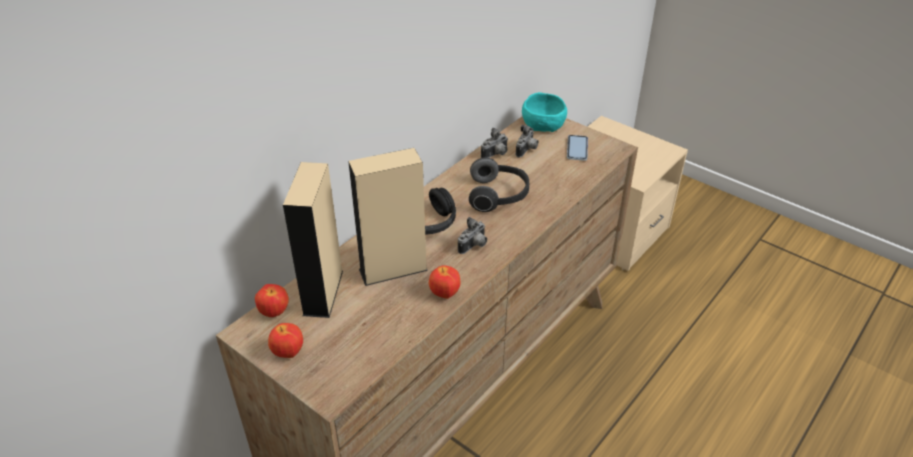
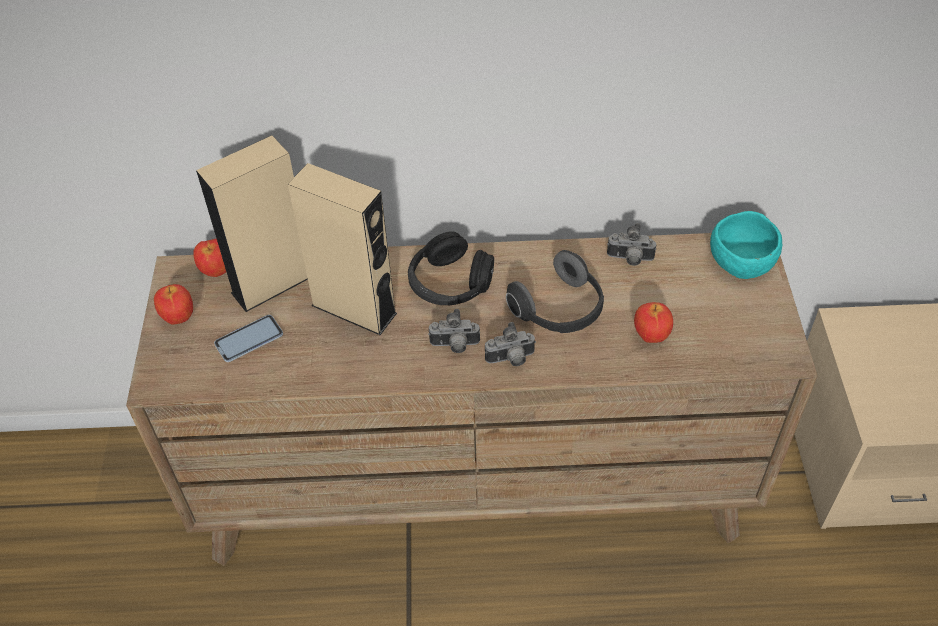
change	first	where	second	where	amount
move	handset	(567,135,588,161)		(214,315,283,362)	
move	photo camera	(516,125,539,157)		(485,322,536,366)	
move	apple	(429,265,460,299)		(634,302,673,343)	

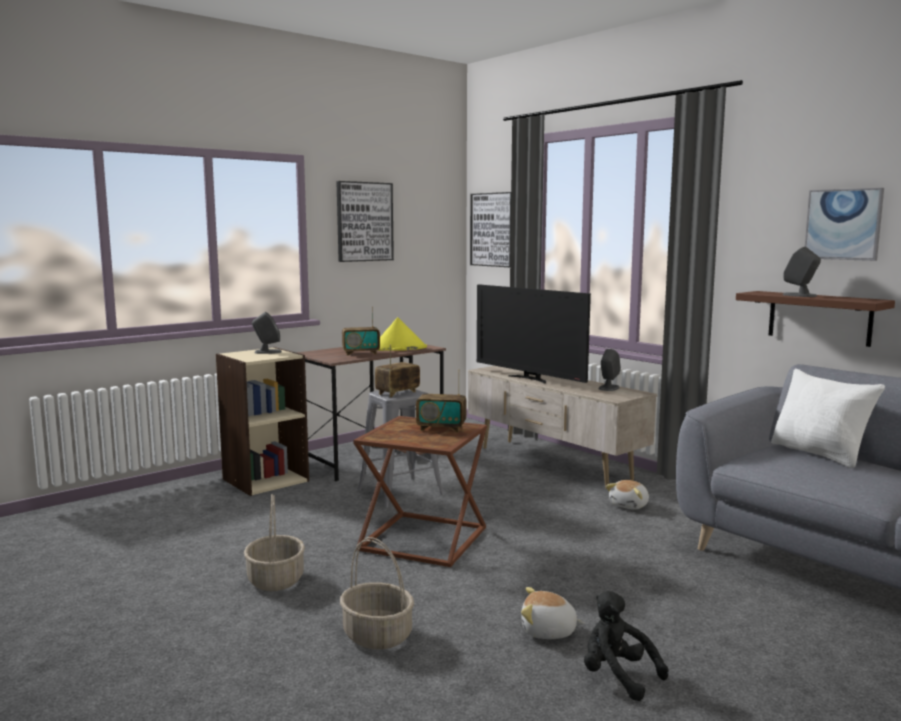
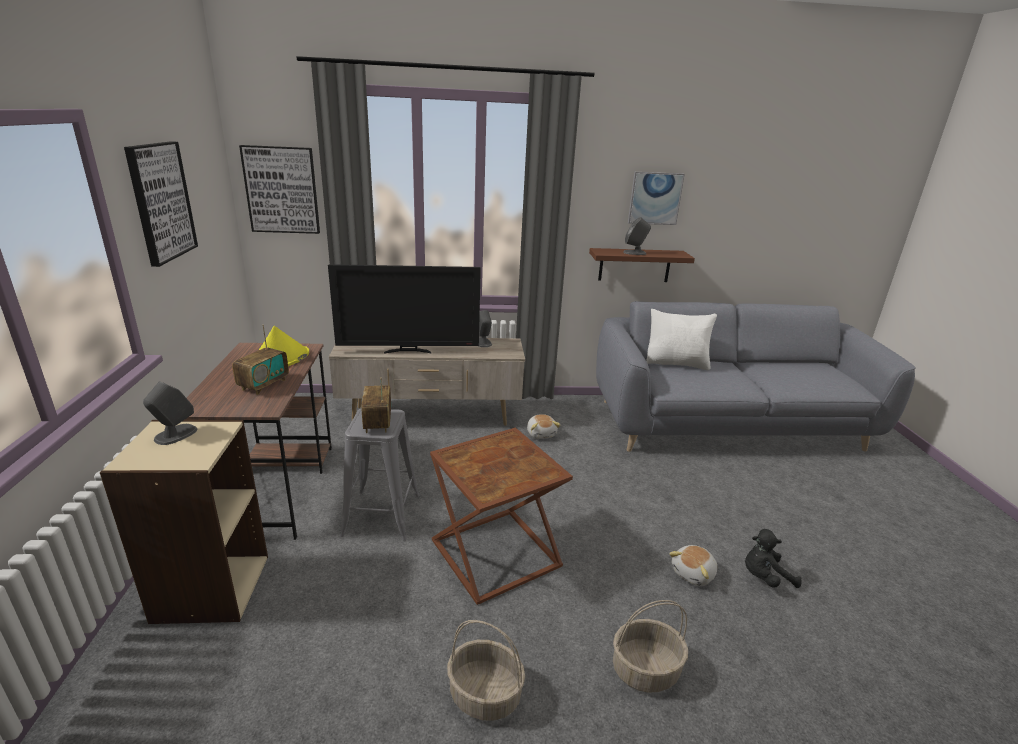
change	first	where	second	where	amount
delete	radio	(416,369,466,433)			

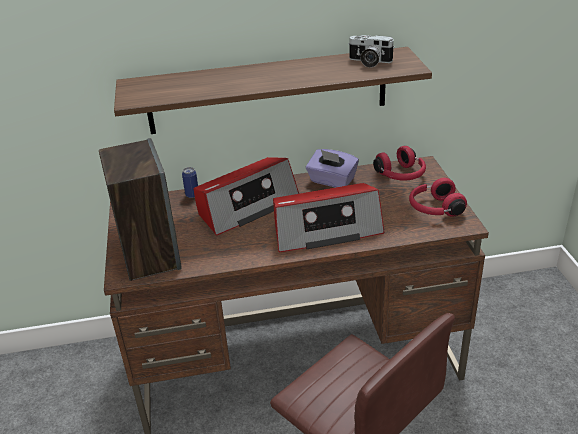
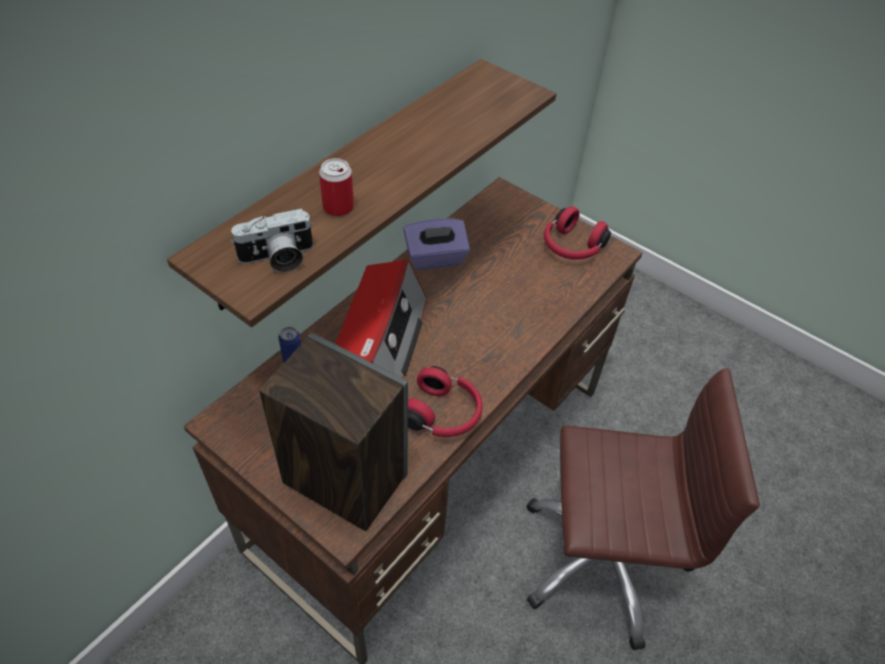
change	first	where	second	where	amount
move	photo camera	(348,35,394,68)		(230,208,313,273)	
insert			metal can	(319,158,354,217)	
move	headphones in red	(373,146,426,181)		(408,366,483,437)	
delete	radio	(273,183,385,252)			

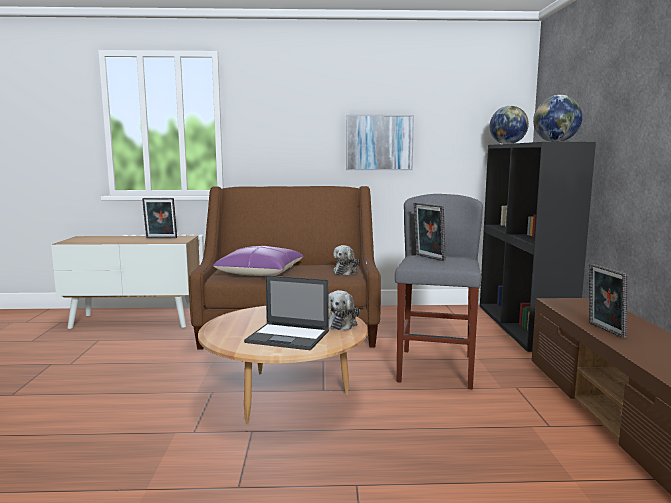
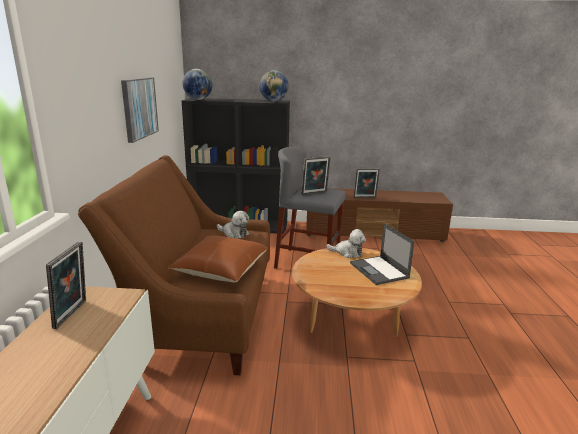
change	first	where	second	where	amount
recolor	cushion in purplish	(213,246,303,276)	cushion in brownish	(168,235,268,282)	
rotate	laptop	(244,275,329,350)		(350,223,415,285)	135 degrees clockwise

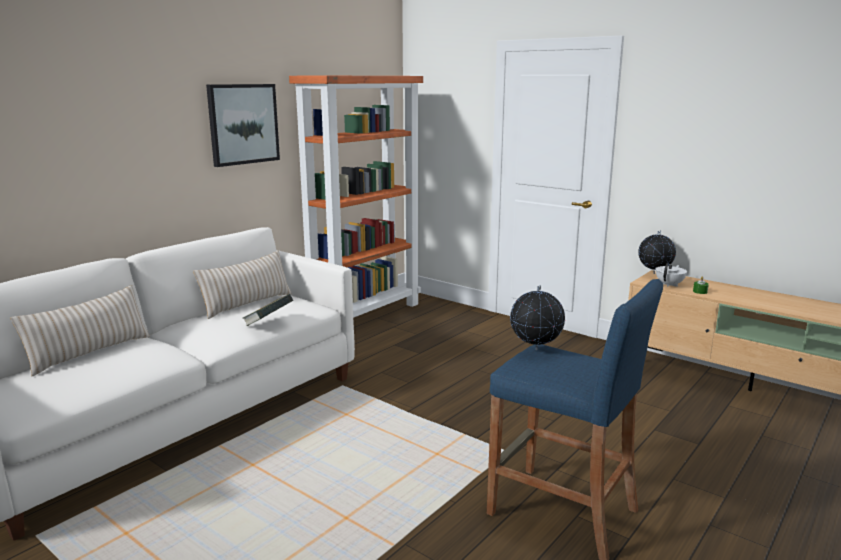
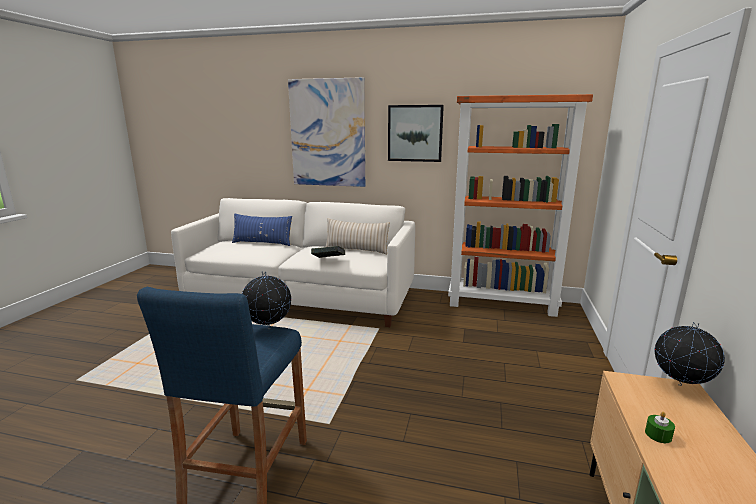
change	first	where	second	where	amount
recolor	cushion in sand-coloured	(10,285,150,376)	cushion in bluish	(232,214,292,246)	
insert			wall picture	(288,77,365,187)	
delete	pot for tea in whitish	(655,263,687,287)			

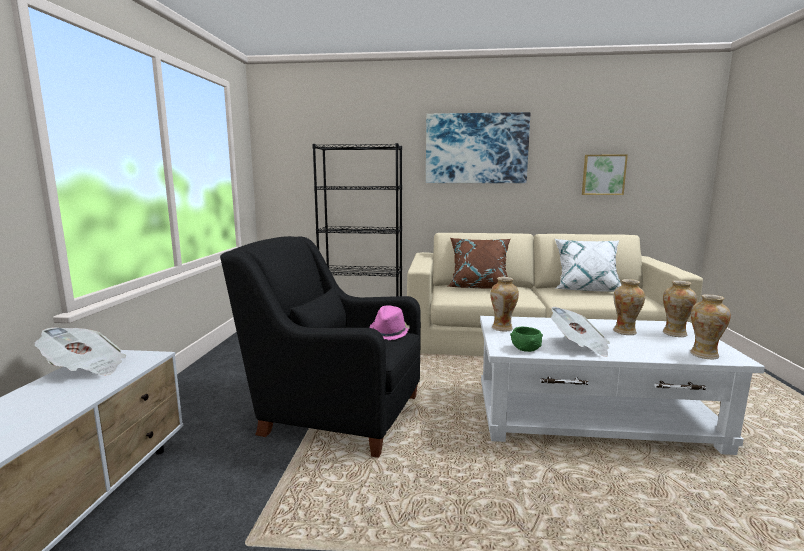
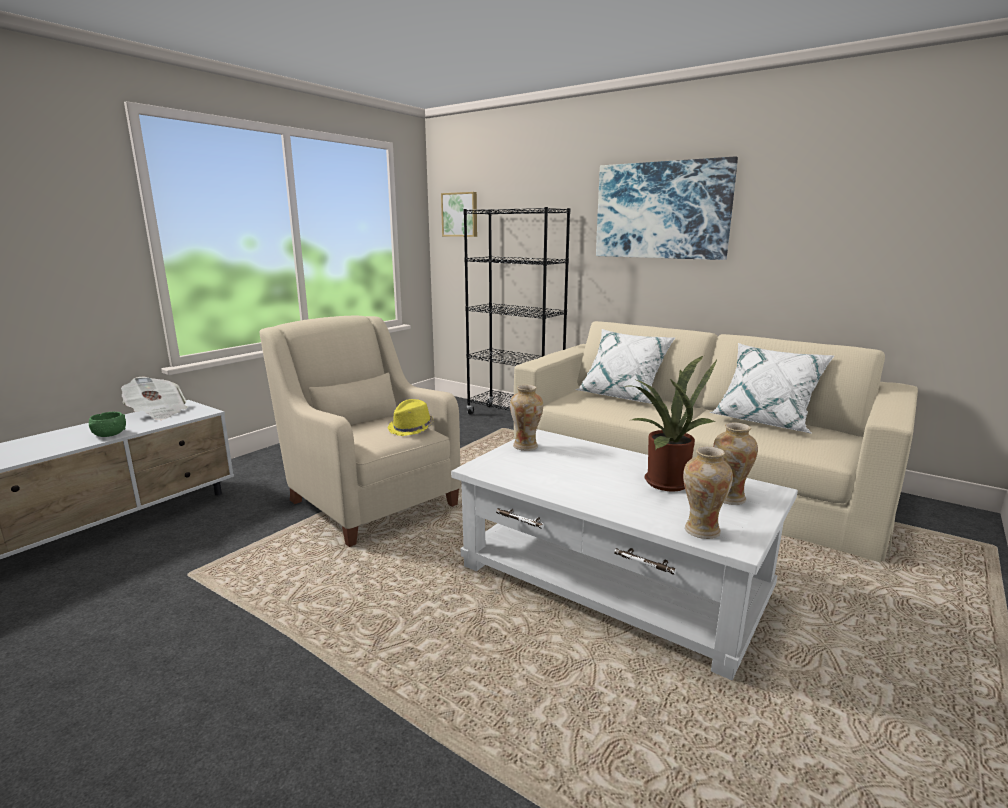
change	first	where	second	where	amount
move	serving bowl in greenish	(510,327,543,352)		(89,412,126,437)	
recolor	lounge chair in black-coloured	(220,236,421,458)	lounge chair in sand-coloured	(260,316,461,547)	
recolor	hat in pinkish	(369,306,410,340)	hat in yellowish	(388,399,434,436)	
move	wall picture	(582,154,628,195)		(441,192,477,237)	
recolor	cushion in brownish	(448,238,510,289)	cushion in whitish	(576,329,676,404)	
replace	flower vase	(613,279,645,335)	plant in a pot	(624,356,717,491)	
delete	newspaper	(551,307,610,357)			

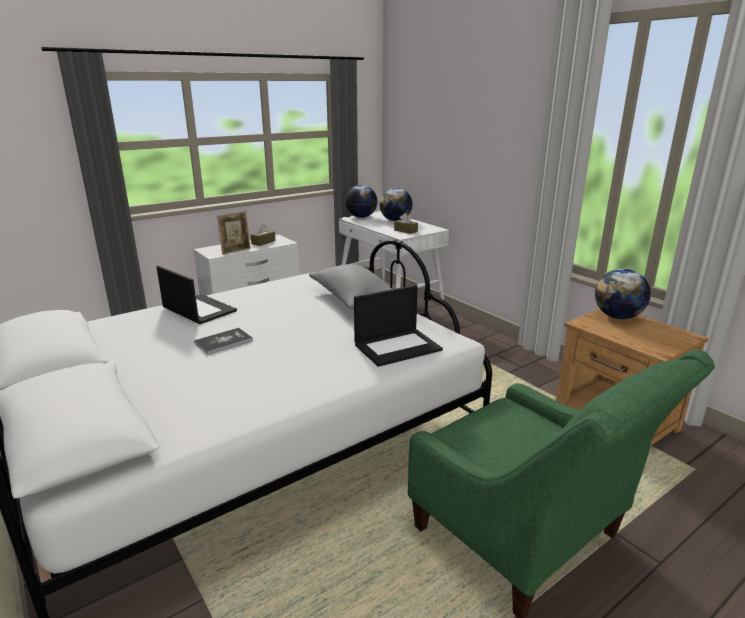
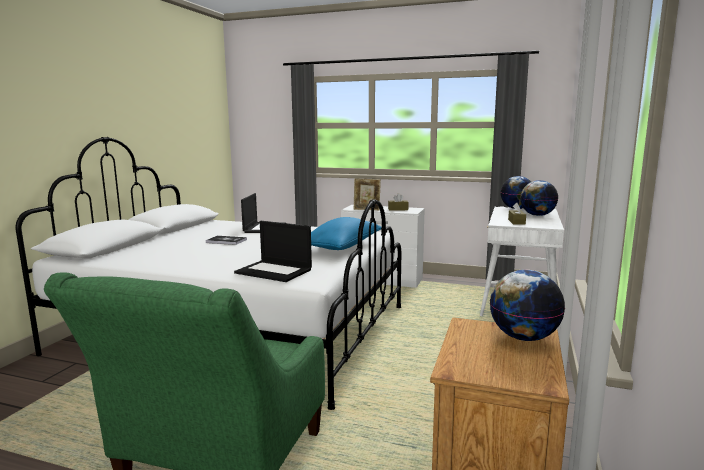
change	first	where	second	where	amount
recolor	cushion in grey	(309,264,392,309)	cushion in bluish	(311,217,381,250)	

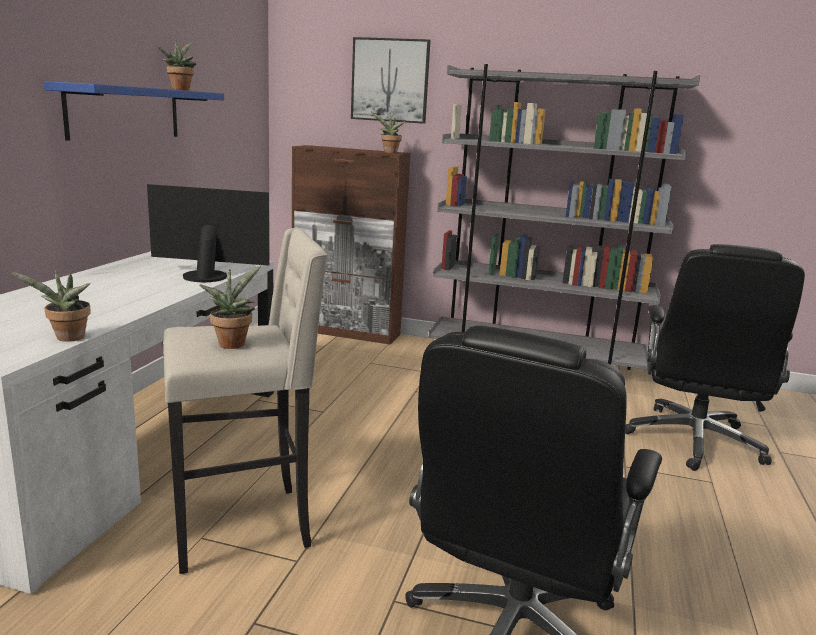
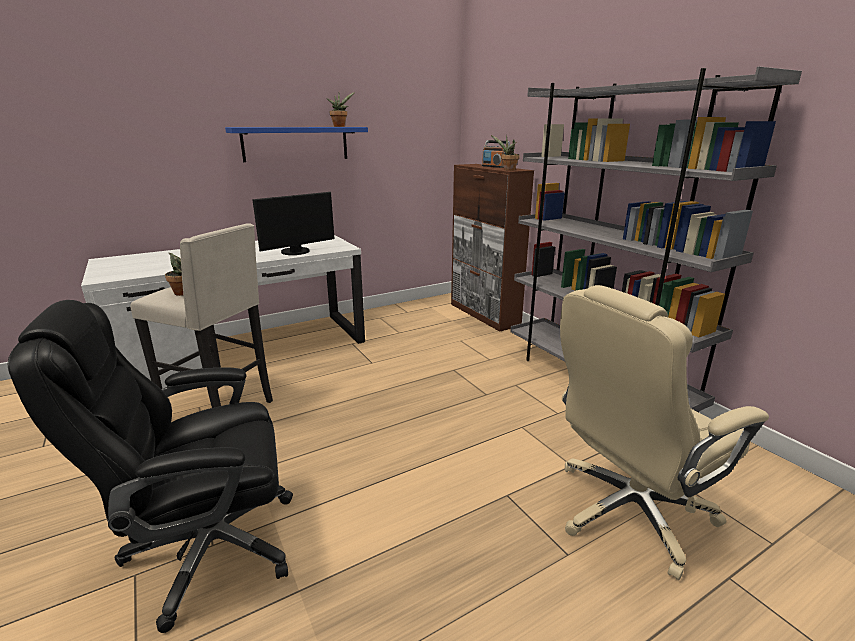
change	first	where	second	where	amount
rotate	computer display	(147,184,269,282)		(252,192,335,255)	90 degrees clockwise
insert			radio	(482,140,510,168)	
recolor	desk chair in black-coloured	(625,244,805,471)	desk chair in sand-coloured	(560,285,769,580)	
delete	plant in a pot	(10,268,91,342)			
delete	wall picture	(351,37,431,124)			

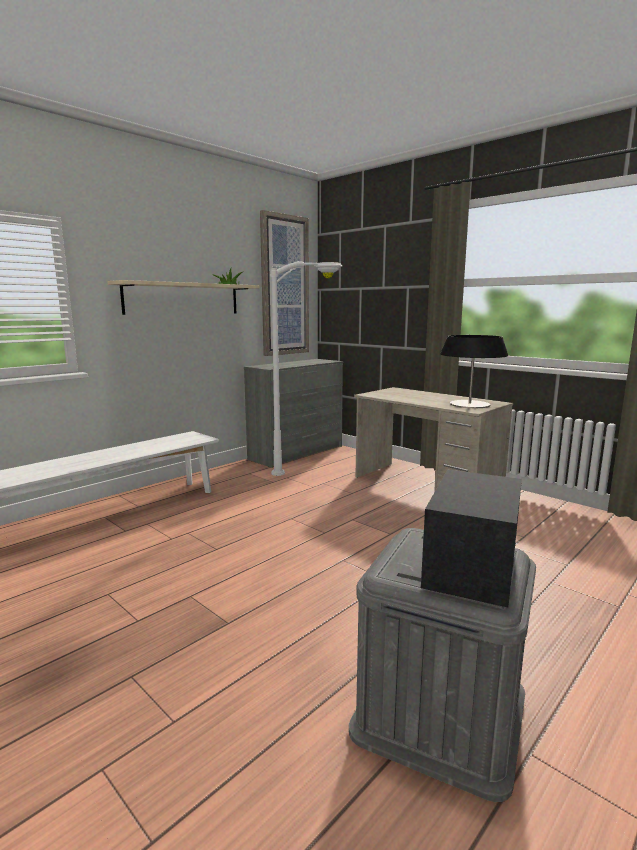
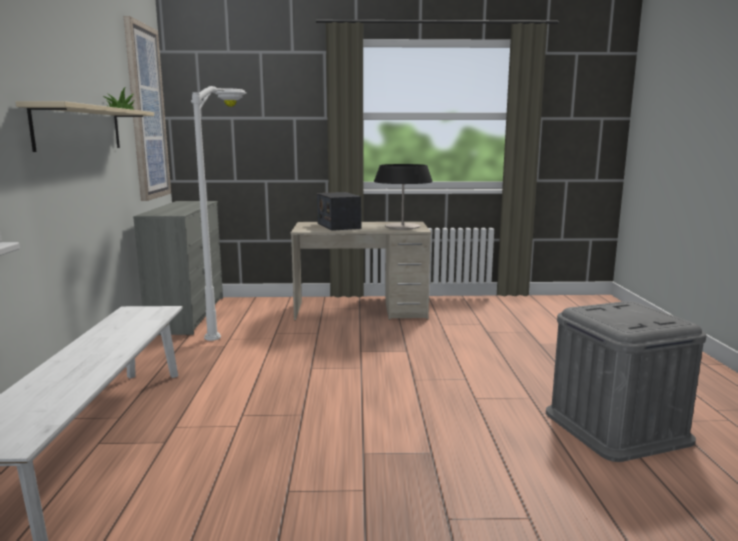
change	first	where	second	where	amount
move	radio	(421,470,522,607)		(317,192,361,231)	

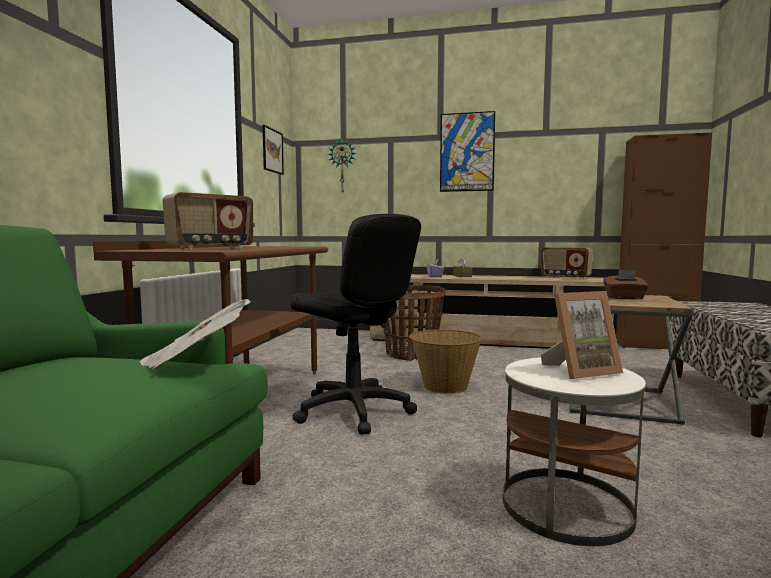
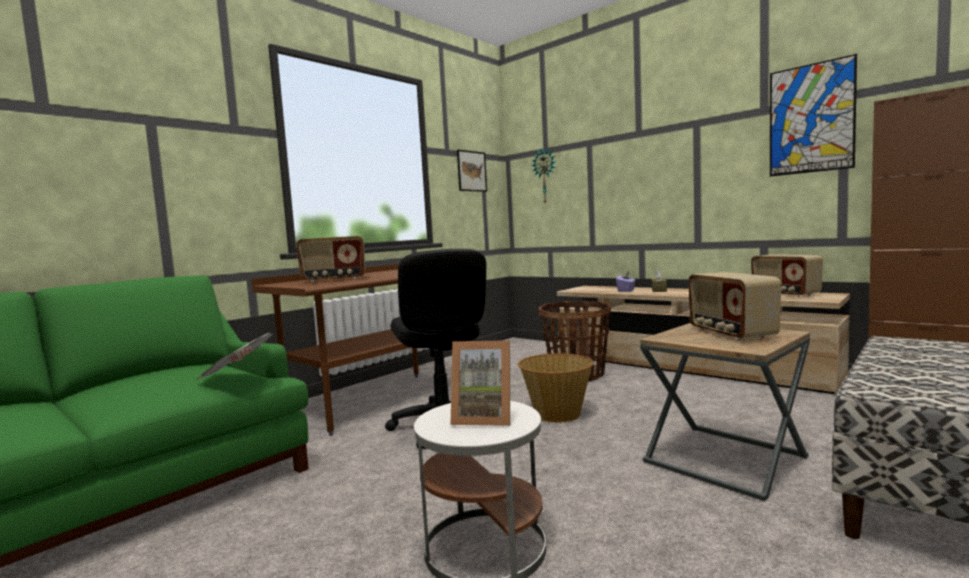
change	first	where	second	where	amount
replace	tissue holder in brownish	(603,270,649,299)	radio	(689,272,781,341)	
move	wall picture	(440,111,495,192)		(770,54,857,177)	

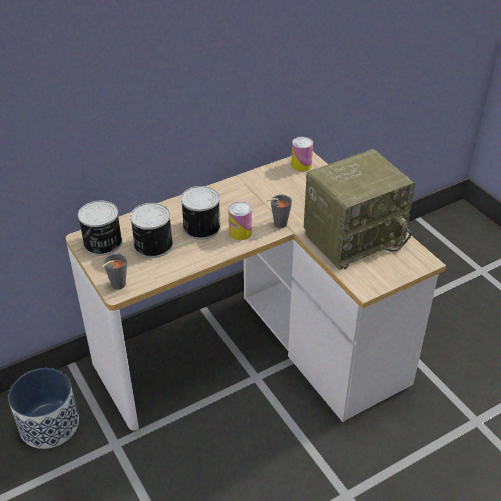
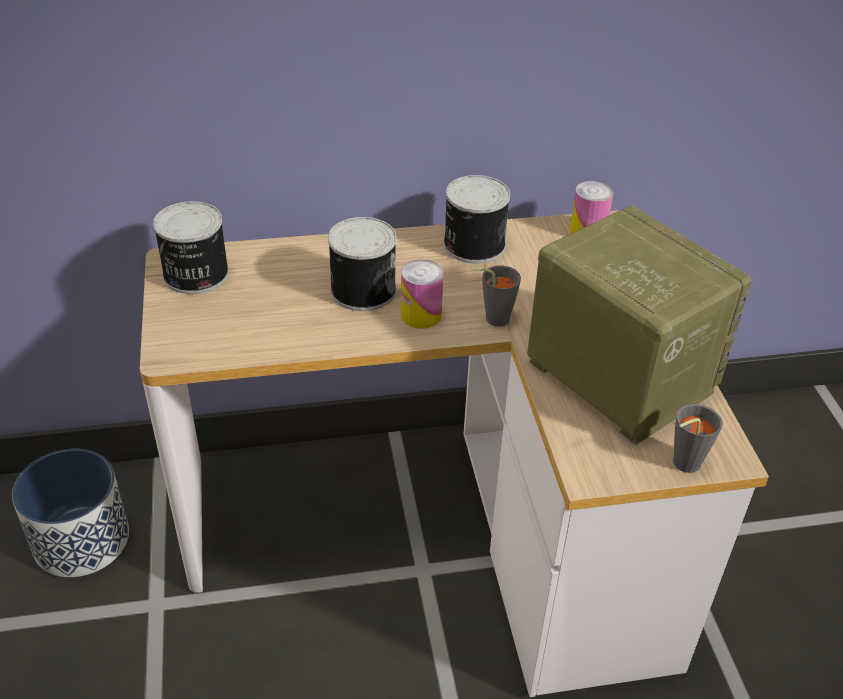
change	first	where	second	where	amount
move	metal can	(130,203,173,258)		(444,175,510,264)	
rotate	radio	(304,149,415,270)		(527,206,752,445)	120 degrees counterclockwise
move	small cup in grey	(102,253,127,289)		(673,404,723,473)	

